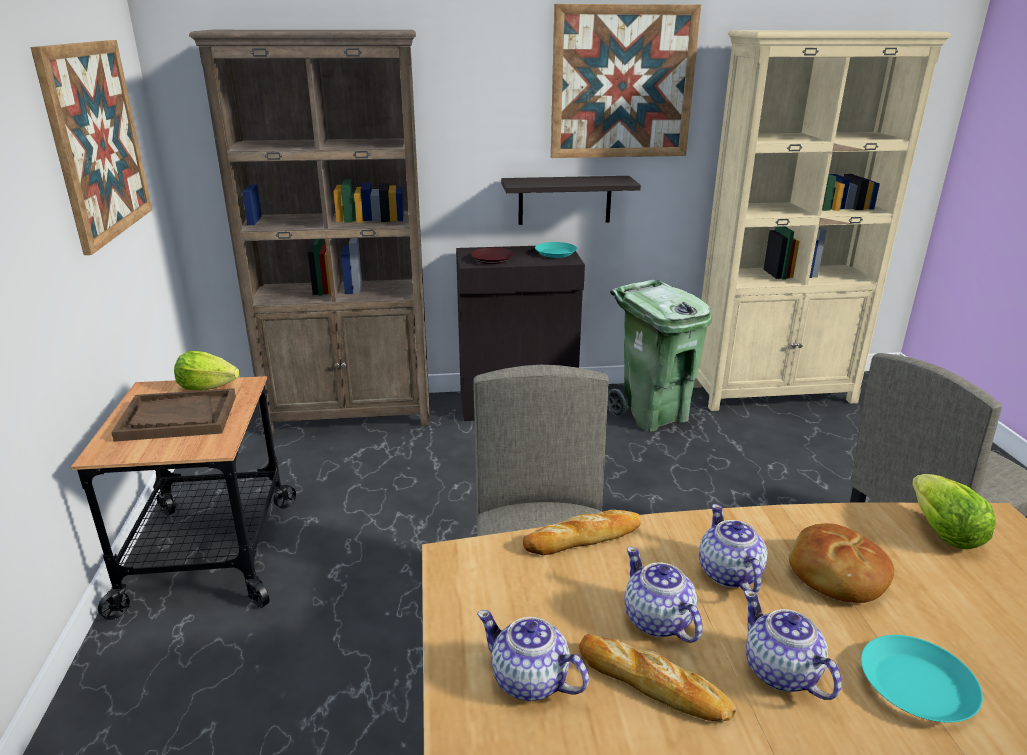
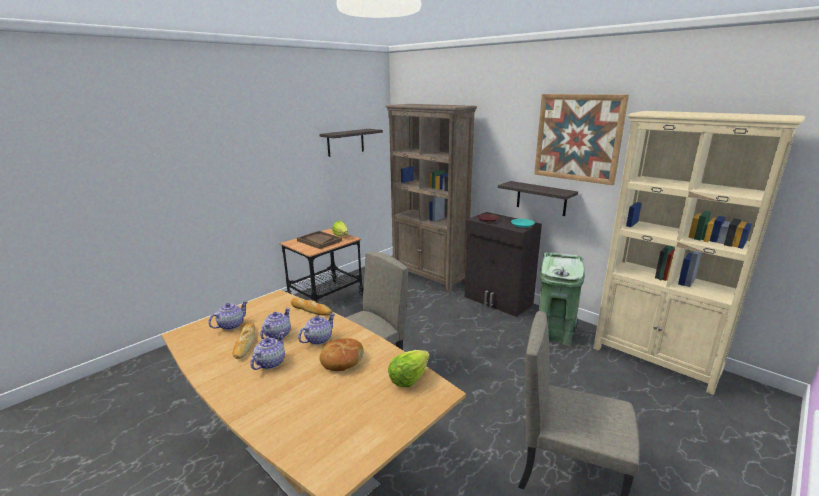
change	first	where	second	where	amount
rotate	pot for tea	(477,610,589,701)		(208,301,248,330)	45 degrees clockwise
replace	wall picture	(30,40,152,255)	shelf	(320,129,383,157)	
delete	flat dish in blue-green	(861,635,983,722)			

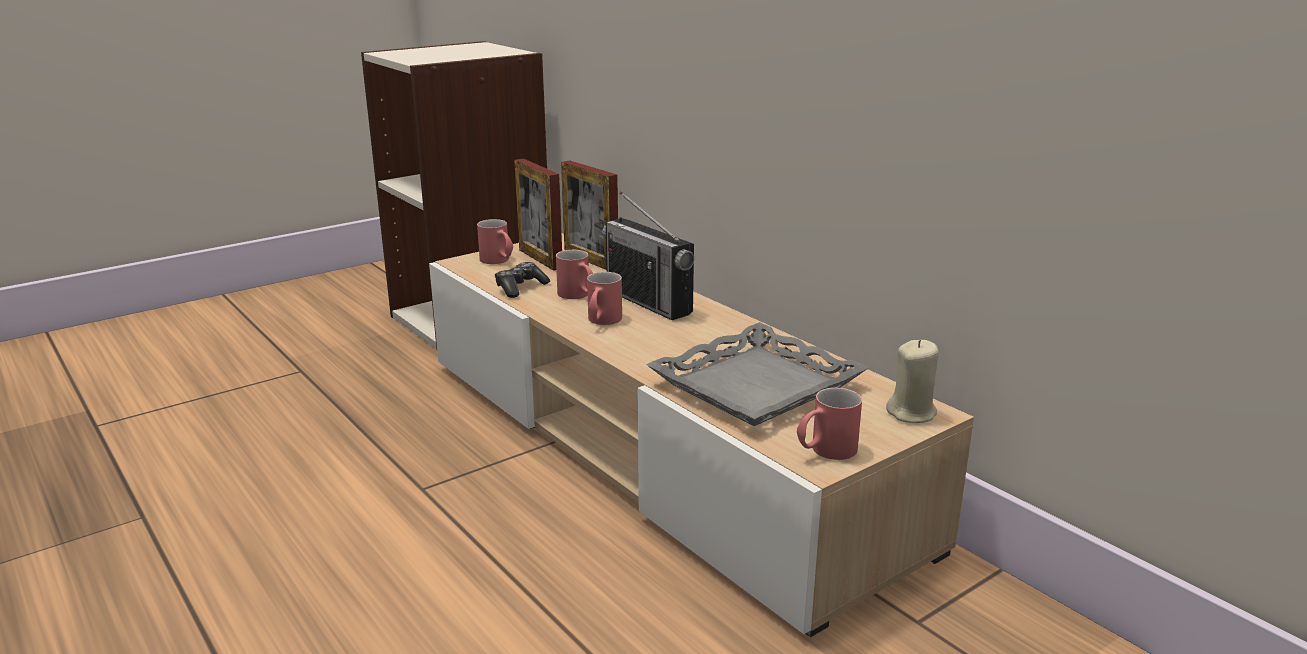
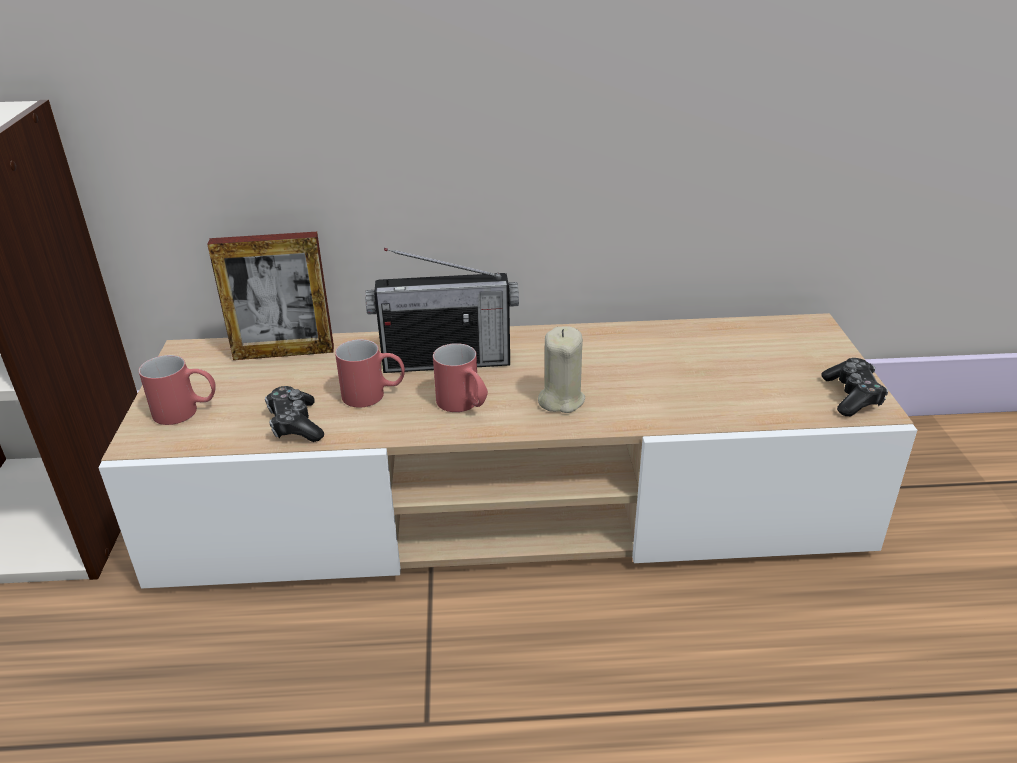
change	first	where	second	where	amount
move	wax candle in sand-coloured	(886,340,939,423)		(538,326,585,413)	
replace	mug in red	(797,388,862,460)	game controller	(821,358,888,416)	
delete	photo frame	(514,158,562,271)			
delete	tray in grey	(646,322,869,426)			

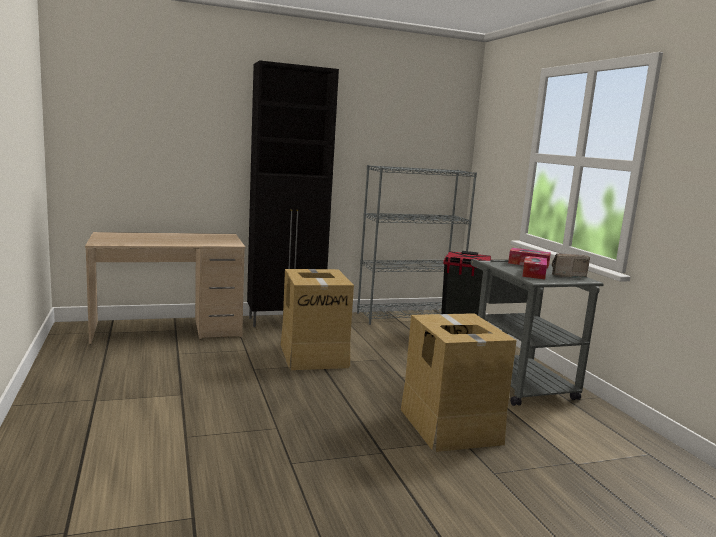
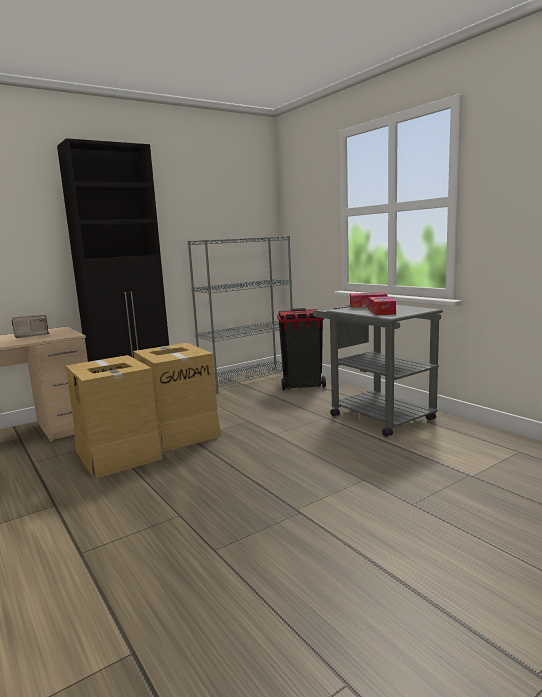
change	first	where	second	where	amount
move	radio	(552,253,590,278)		(12,315,49,338)	
move	cardboard box	(401,313,517,452)		(65,355,162,478)	

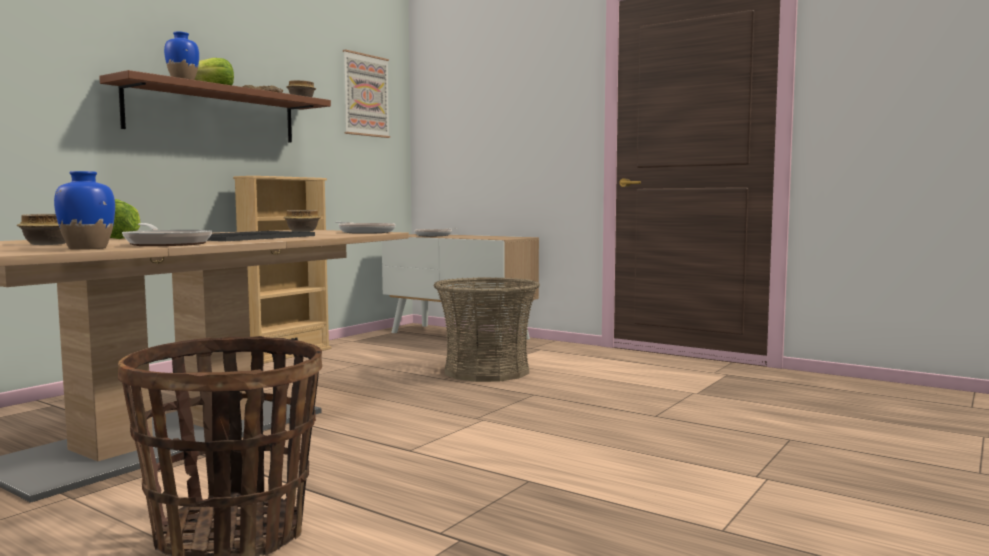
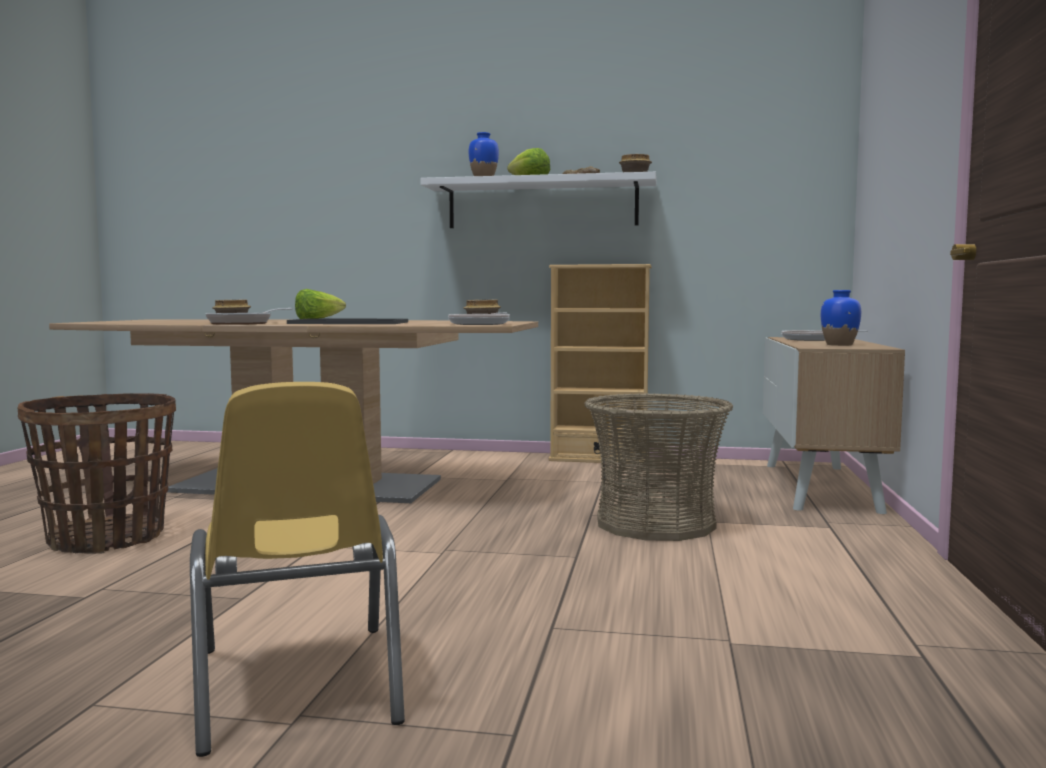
change	first	where	second	where	amount
insert			chair in yellowish	(190,382,405,757)	
recolor	shelf in brownish	(99,70,331,143)	shelf in whitish	(420,172,656,228)	
move	flower vase in bluish	(54,171,115,250)		(821,290,861,346)	
delete	wall picture	(343,50,390,138)			

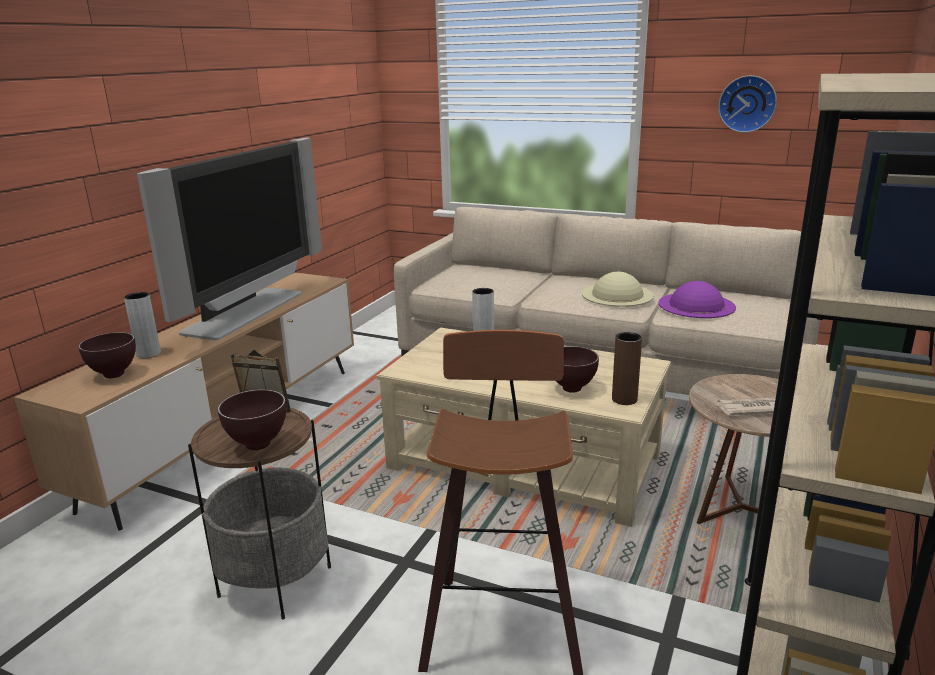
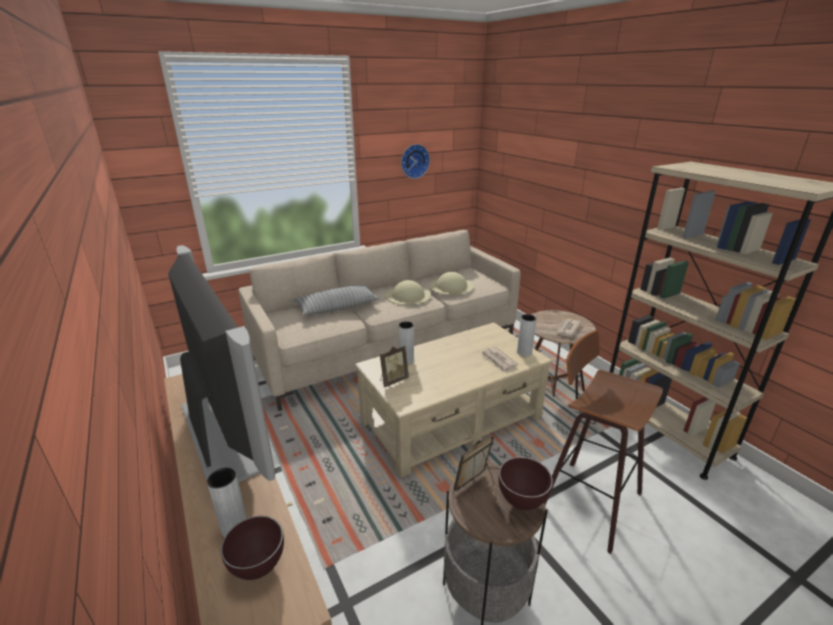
change	first	where	second	where	amount
insert			cushion	(294,285,380,315)	
insert			photo frame	(380,345,409,387)	
recolor	hat in purplish	(658,281,736,318)	hat in sand-coloured	(430,272,474,295)	
replace	serving bowl in brownish	(556,346,599,393)	newspaper	(480,347,518,372)	
recolor	flower vase in brownish	(612,332,642,405)	flower vase in grey	(517,314,537,356)	

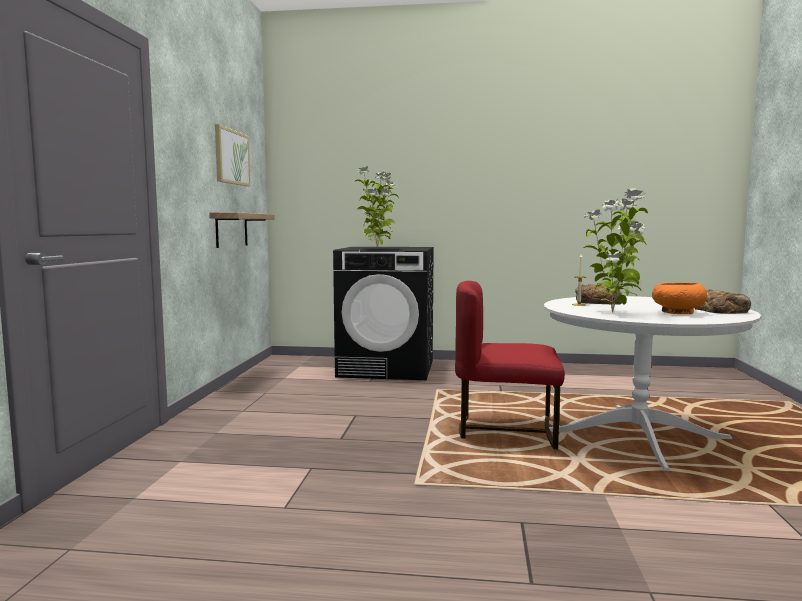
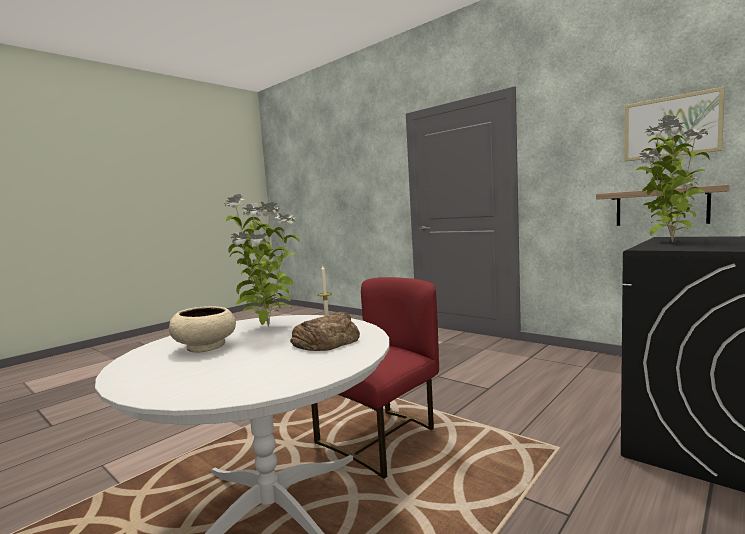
change	first	where	second	where	amount
recolor	serving bowl in orangey	(652,282,707,314)	serving bowl in sand-coloured	(169,306,236,353)	
delete	baked bread	(695,289,751,314)			

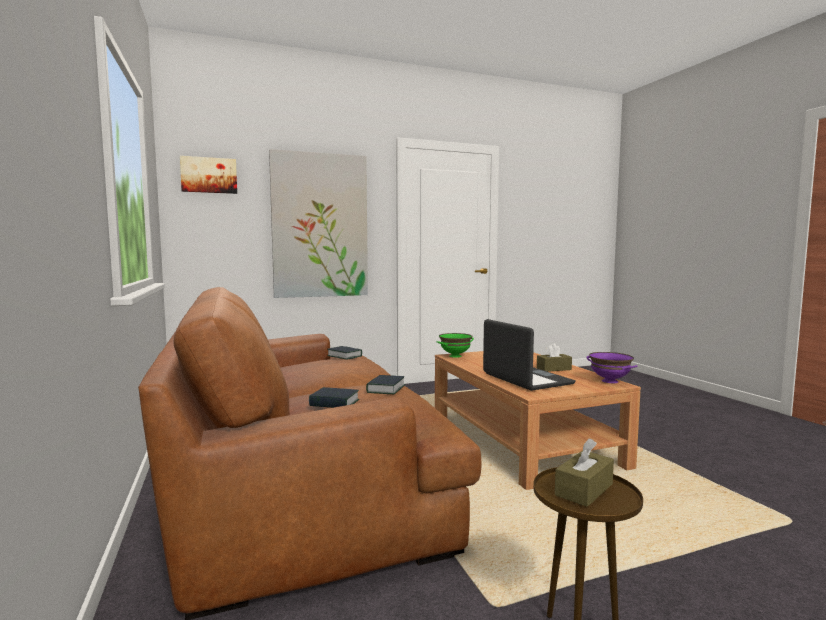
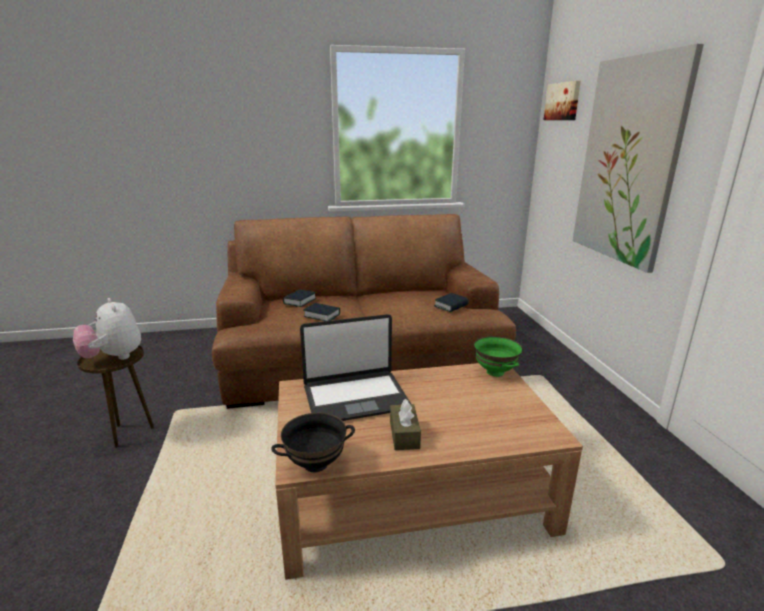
change	first	where	second	where	amount
replace	tissue holder in brownish	(555,439,614,507)	cuddly toy	(73,298,141,360)	
recolor	serving bowl in purplish	(586,352,638,383)	serving bowl in black-coloured	(271,413,355,472)	

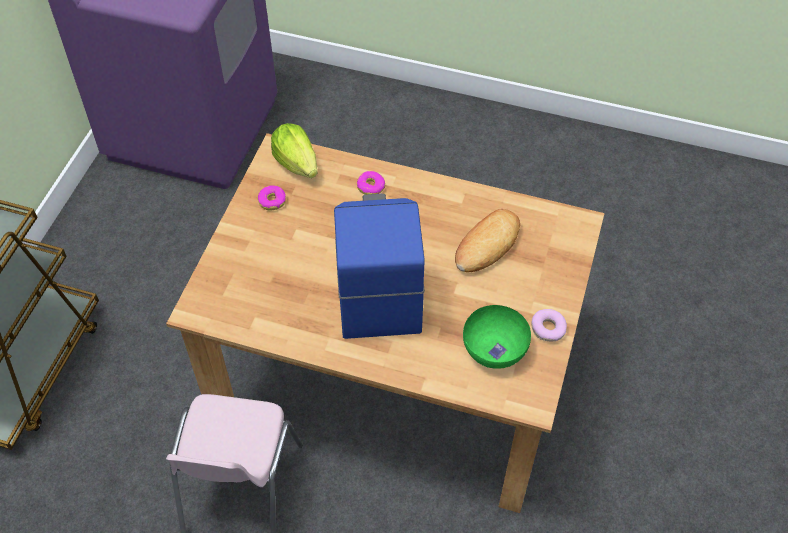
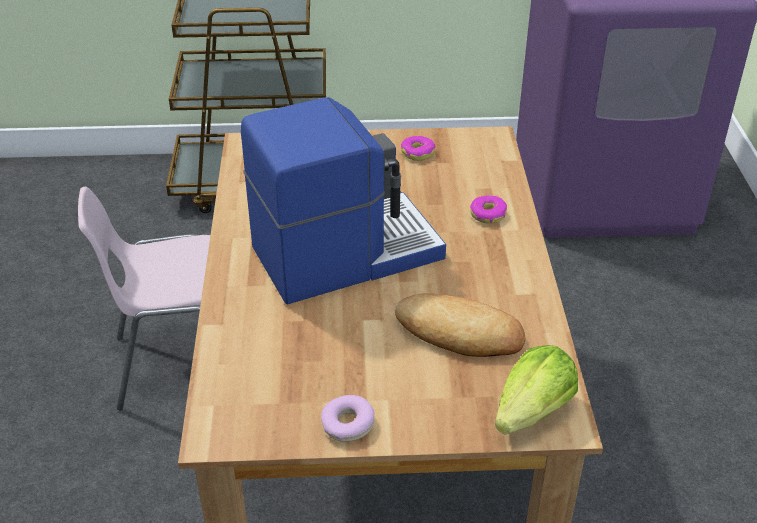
change	first	where	second	where	amount
move	head of lettuce	(271,123,318,178)		(495,345,578,435)	
delete	serving bowl in greenish	(463,305,531,369)			

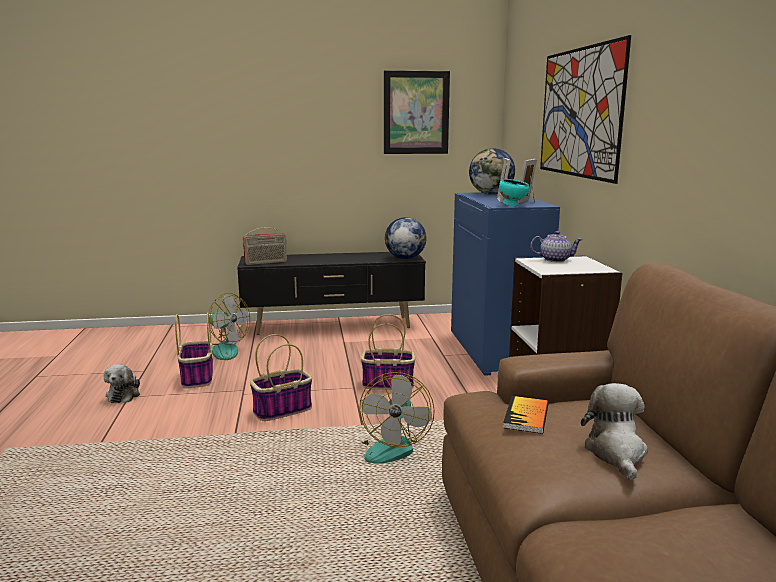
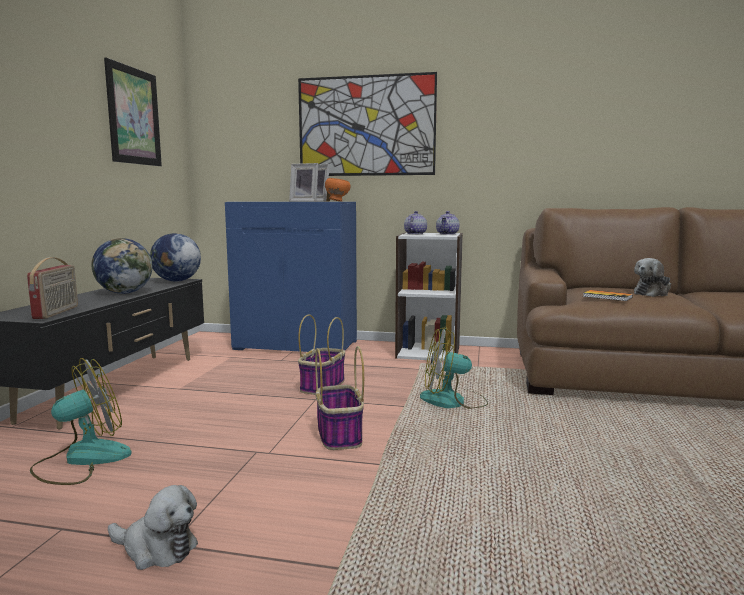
change	first	where	second	where	amount
move	globe	(469,148,515,195)		(91,238,153,294)	
recolor	serving bowl in blue-green	(499,179,529,206)	serving bowl in orangey	(325,178,351,202)	
rotate	electric fan	(359,372,435,464)		(420,327,488,409)	150 degrees clockwise
insert			pot for tea	(436,211,460,235)	
rotate	cuddly toy	(581,383,648,481)		(634,258,671,297)	60 degrees counterclockwise
delete	storage basket	(175,312,213,388)			

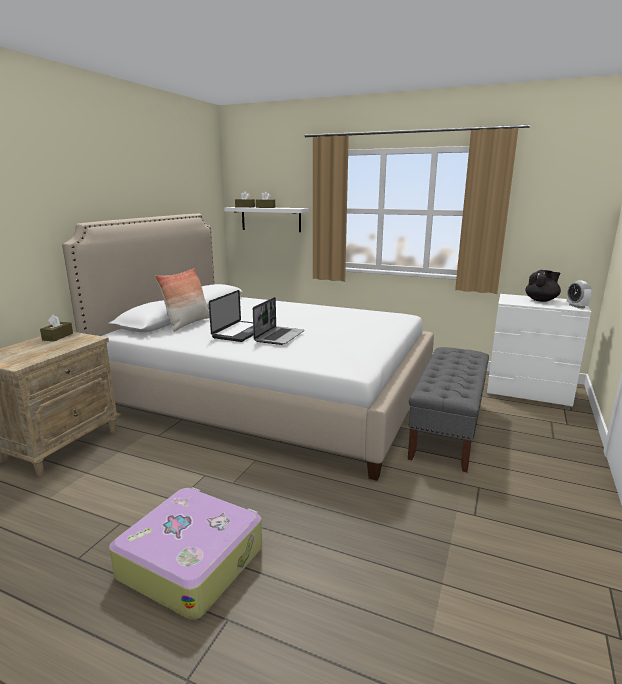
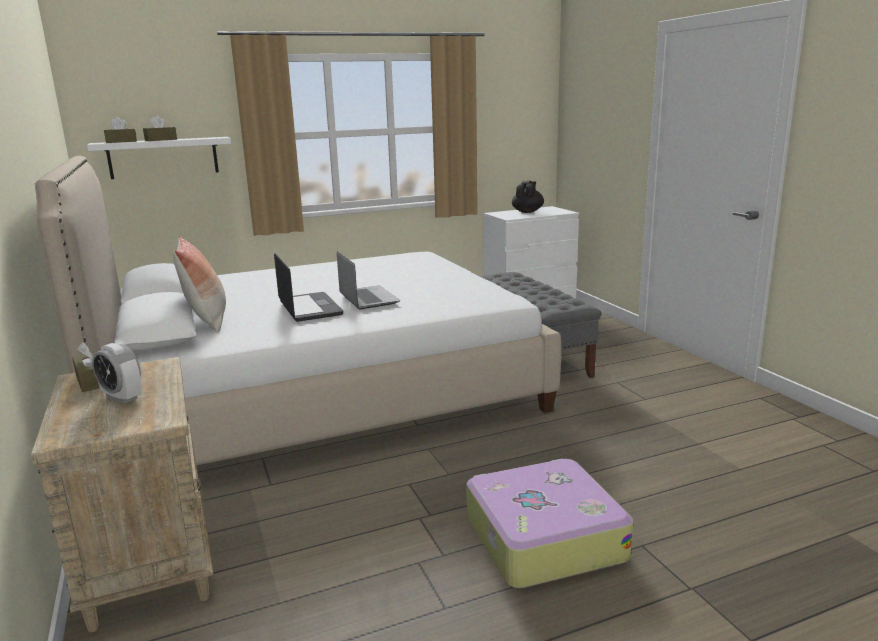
change	first	where	second	where	amount
move	alarm clock	(567,280,592,308)		(92,343,142,404)	

